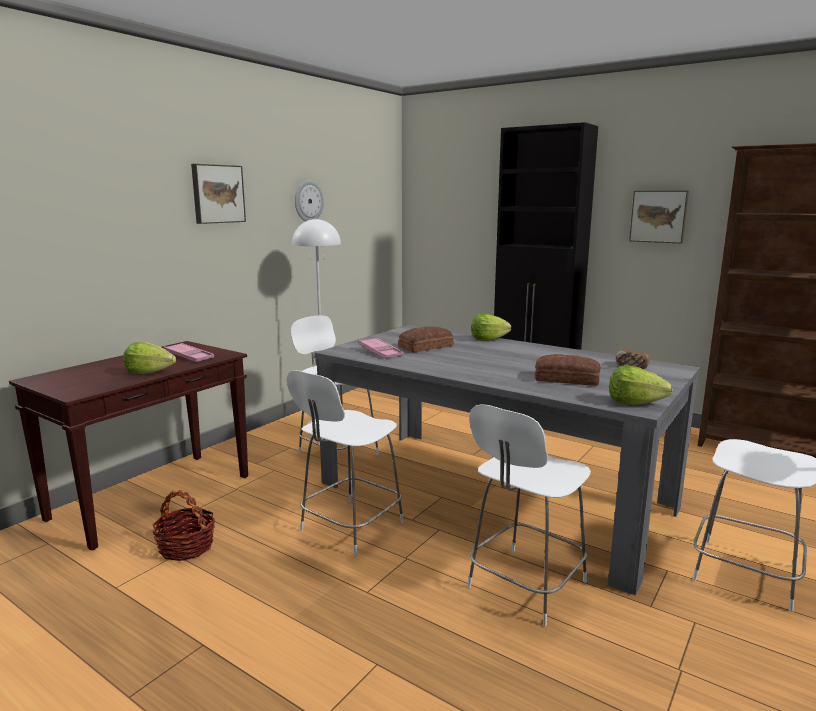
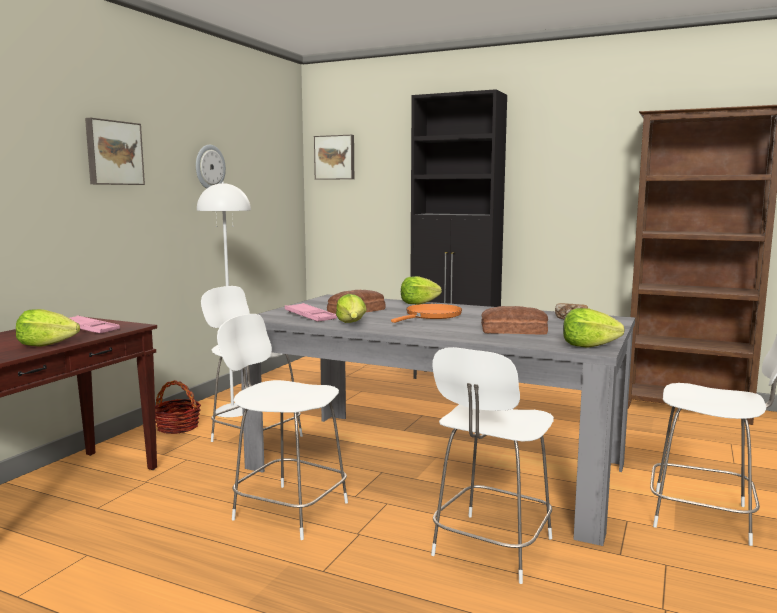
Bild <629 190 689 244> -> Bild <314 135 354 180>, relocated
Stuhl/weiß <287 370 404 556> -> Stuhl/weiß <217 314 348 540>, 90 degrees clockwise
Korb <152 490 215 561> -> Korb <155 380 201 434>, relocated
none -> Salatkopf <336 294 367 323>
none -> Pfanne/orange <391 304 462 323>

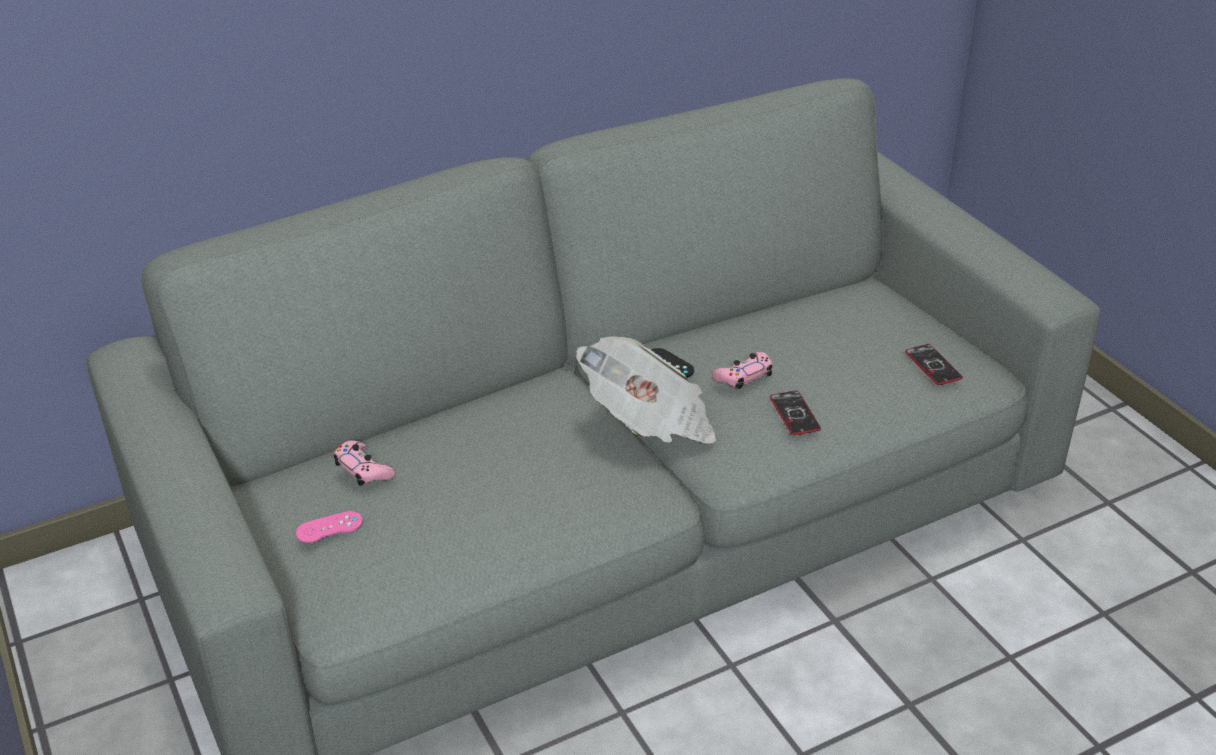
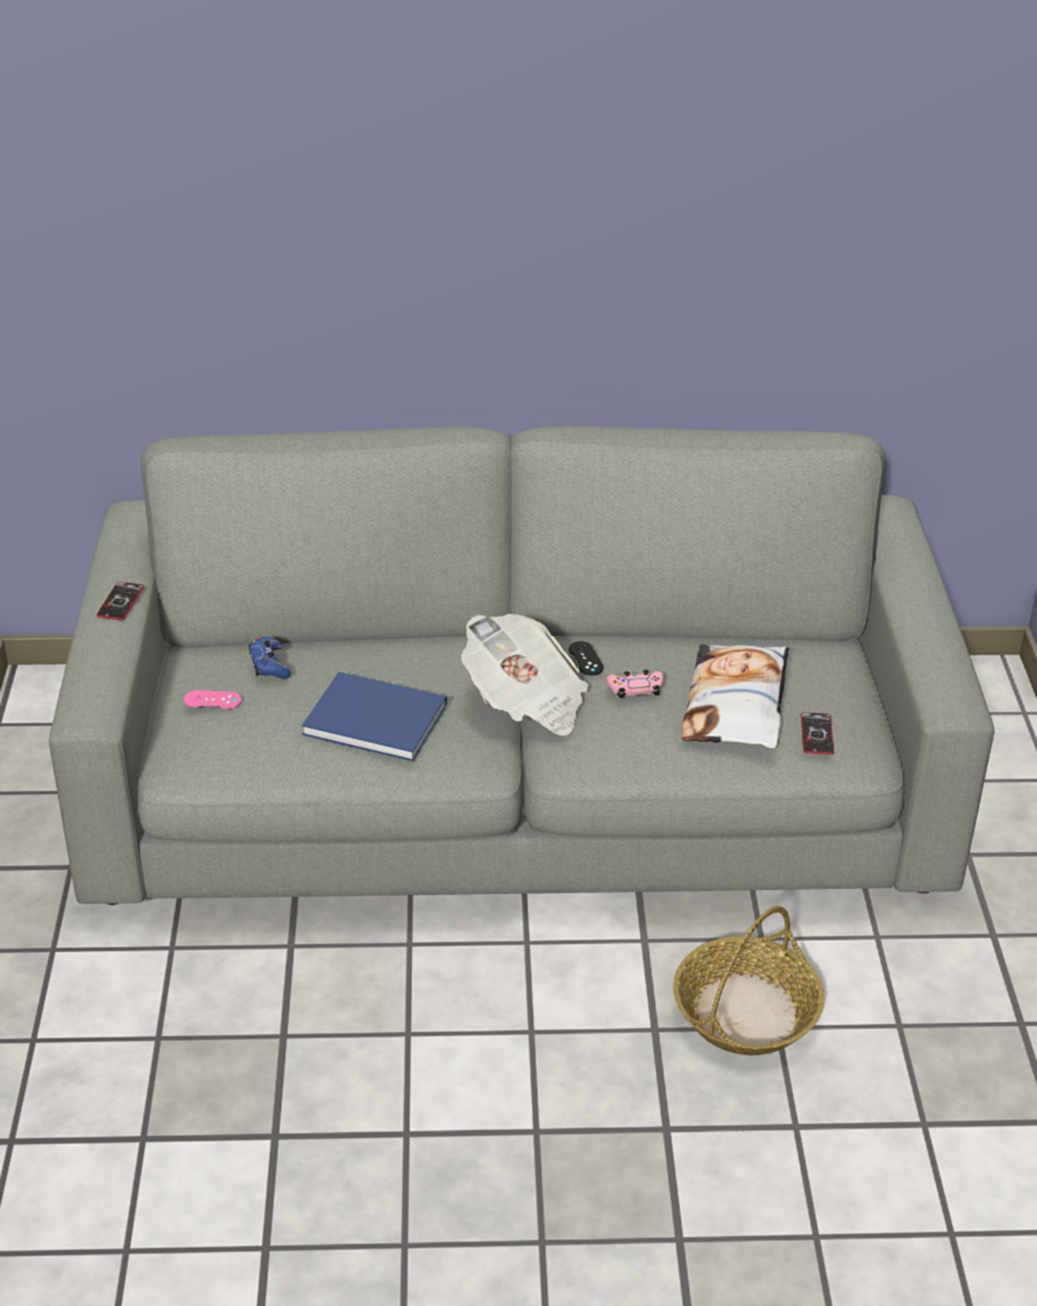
Handy <770 390 821 435> -> Handy <97 582 144 620>, relocated
Gamepad/rosa <334 440 396 486> -> Gamepad/blau <249 637 291 679>
none -> Kissen <682 644 789 749>
none -> Buch/blau <302 672 447 761>
none -> Korb <673 906 824 1055>

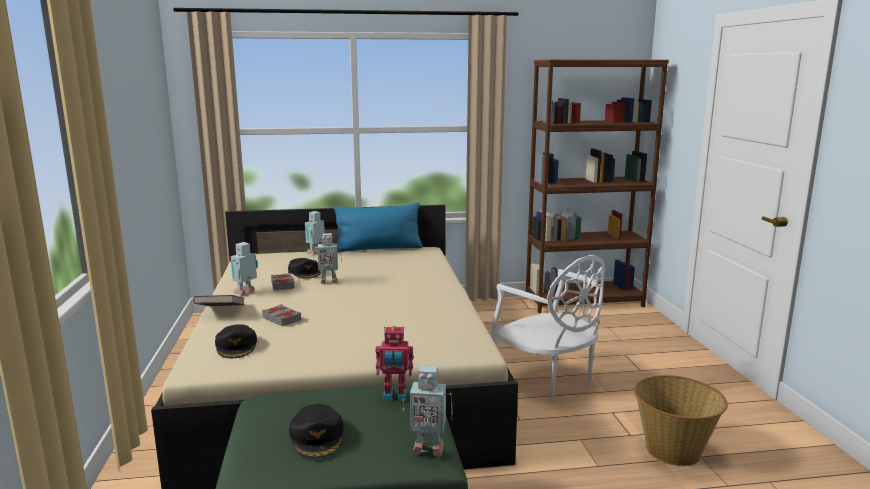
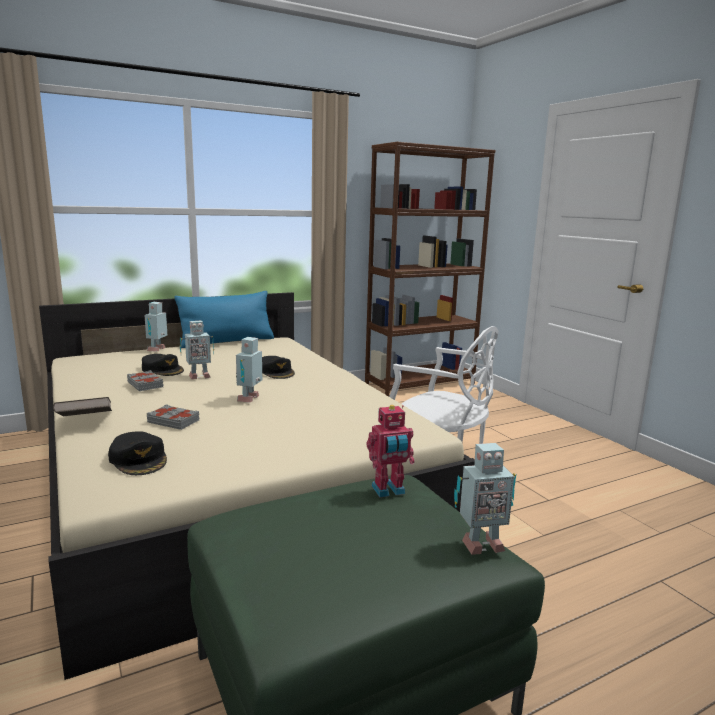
Spielzeugroboter <231 242 257 295> -> Spielzeugroboter <236 337 262 403>, relocated
Korb <634 375 728 466> -> none
Kappe/schwarz <289 404 344 459> -> Kappe/schwarz <262 356 295 379>, relocated

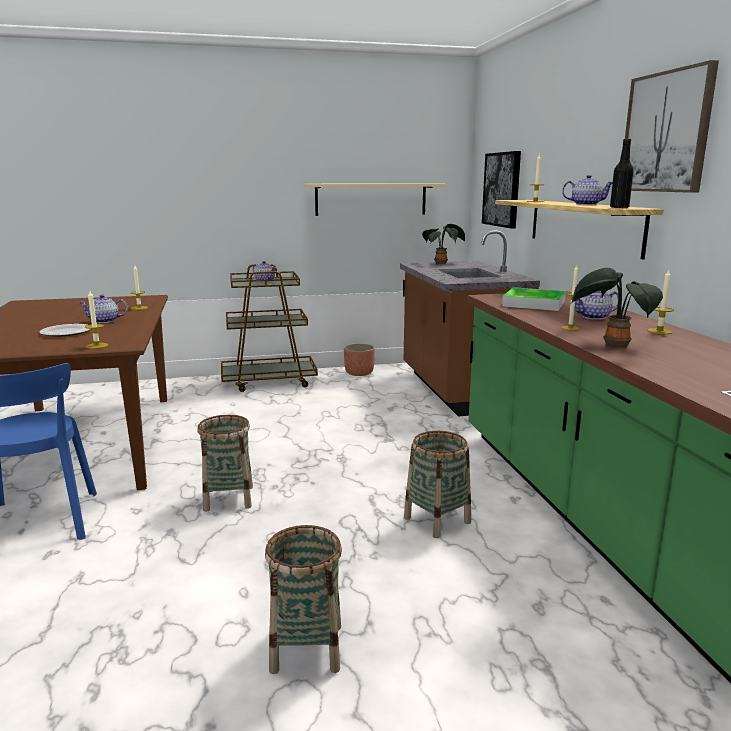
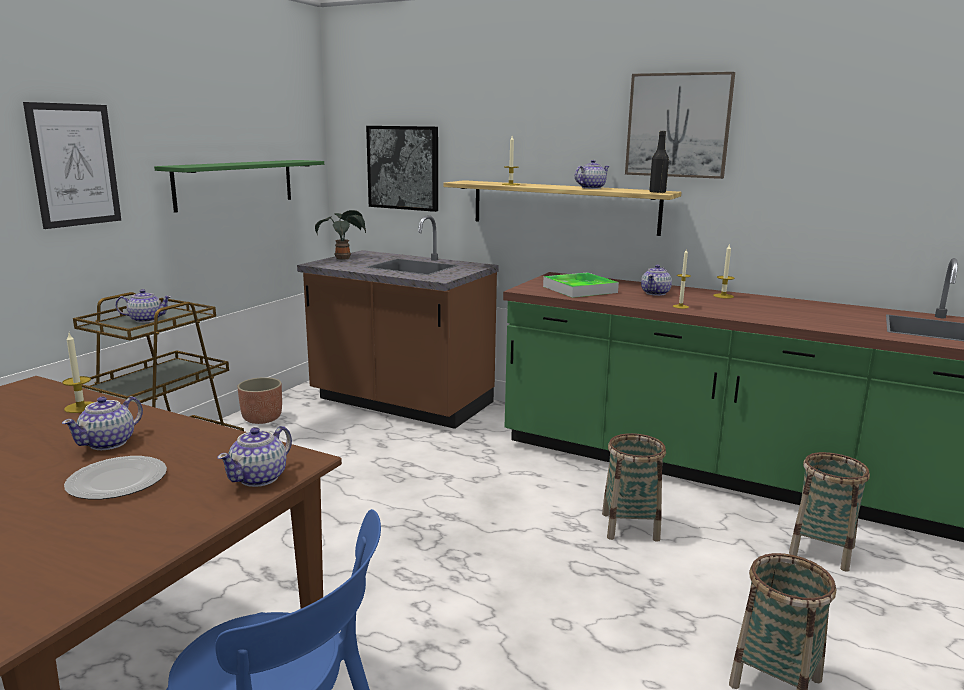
Wandregal/beige <303 183 445 216> -> Wandregal/grün <154 160 324 213>
Topfpflanze <572 268 663 349> -> none
Kerze <85 291 108 349> -> Teekanne <217 426 292 487>
Korb <197 415 253 512> -> Korb <789 452 870 572>, relocated
none -> Bild <23 102 121 229>

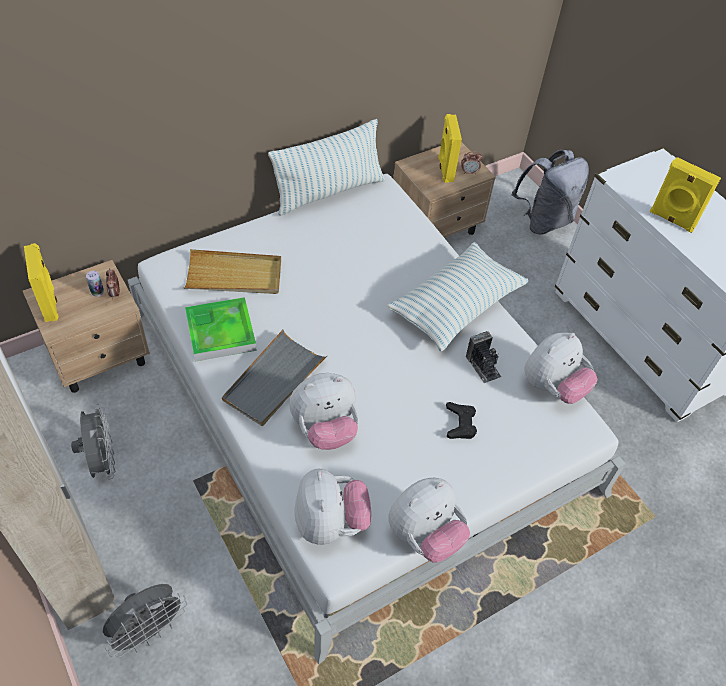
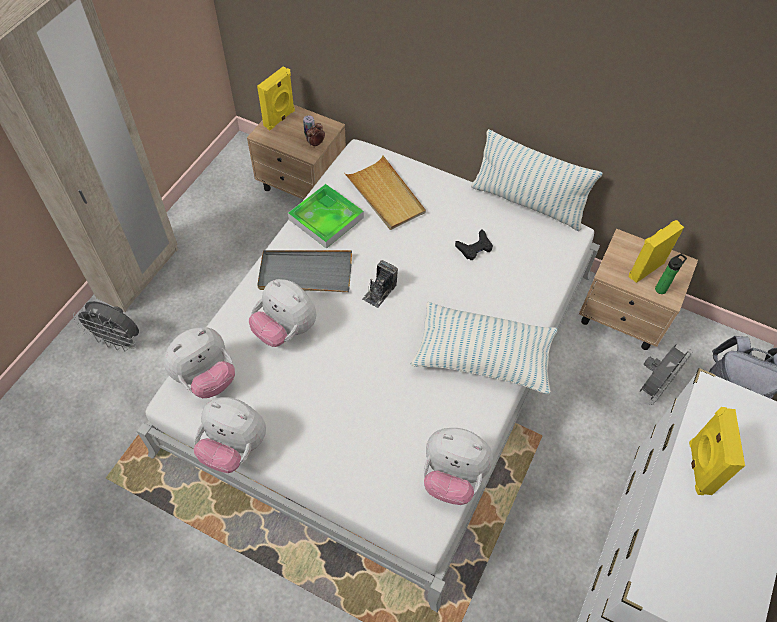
Wecker <461 151 482 174> -> Flasche <655 254 687 294>
Kamera <466 331 501 383> -> Kamera <362 260 398 308>, relocated
Gamepad/schwarz <446 402 477 439> -> Gamepad/schwarz <455 229 493 260>, relocated
Ventilator/grau <71 404 115 479> -> Ventilator/grau <640 344 693 405>, relocated

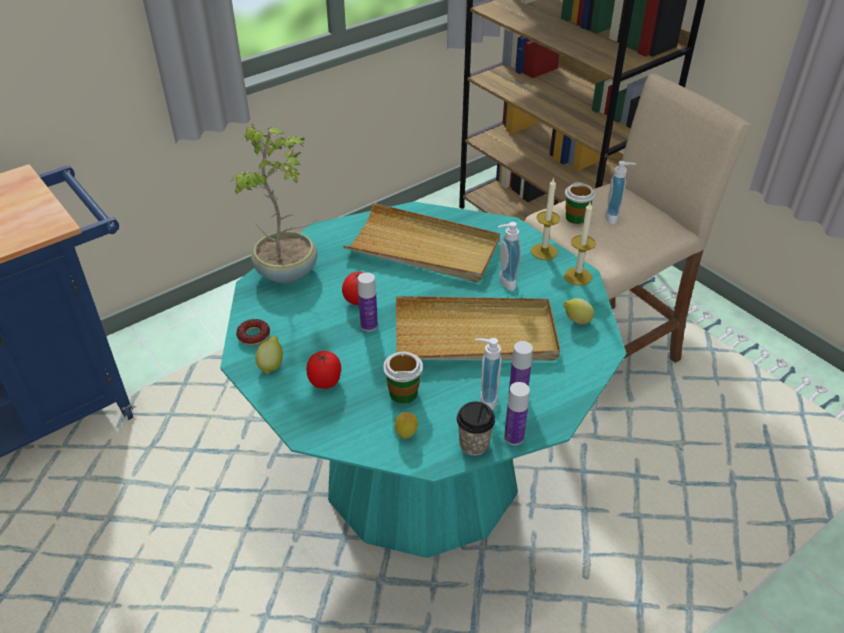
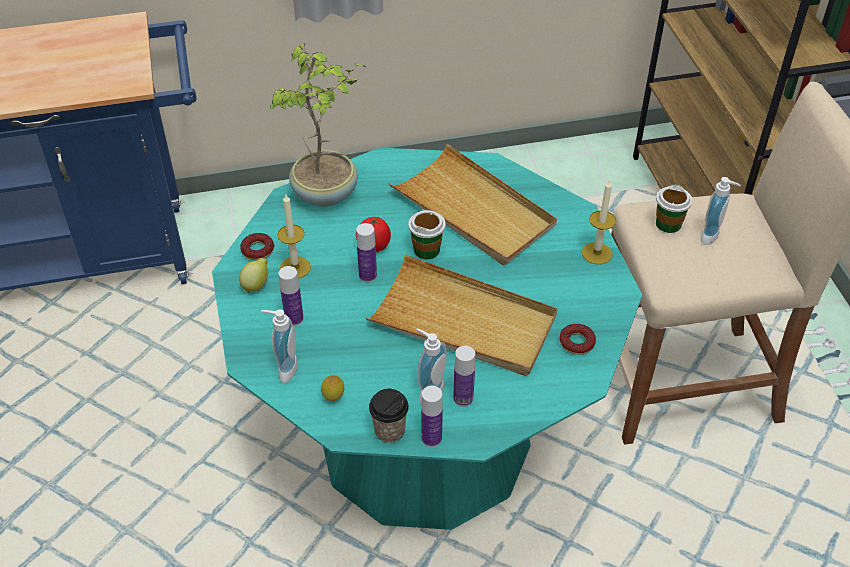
Kerze <564 202 596 285> -> Kerze <277 194 311 279>, relocated
Seifenspender <498 222 521 291> -> Seifenspender <261 309 298 383>, relocated
Zitrone <563 298 594 324> -> Donut <559 324 596 355>
Tomate <307 351 341 389> -> Flasche <279 266 304 326>
Tasse <383 352 423 404> -> Tasse <408 210 446 259>, relocated

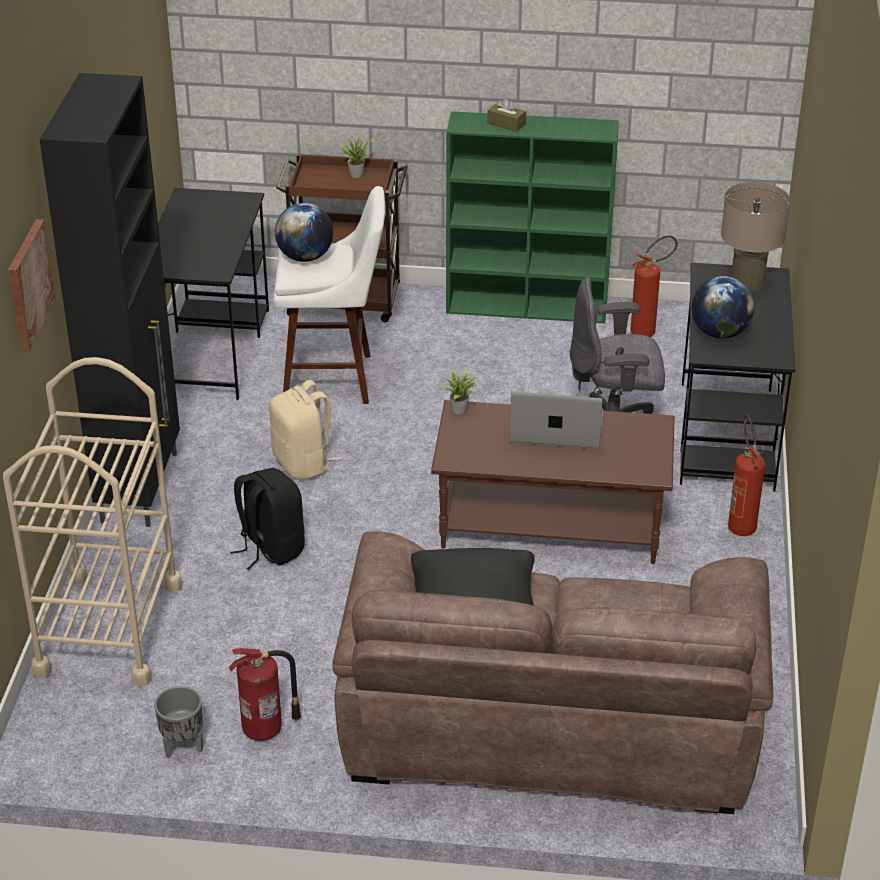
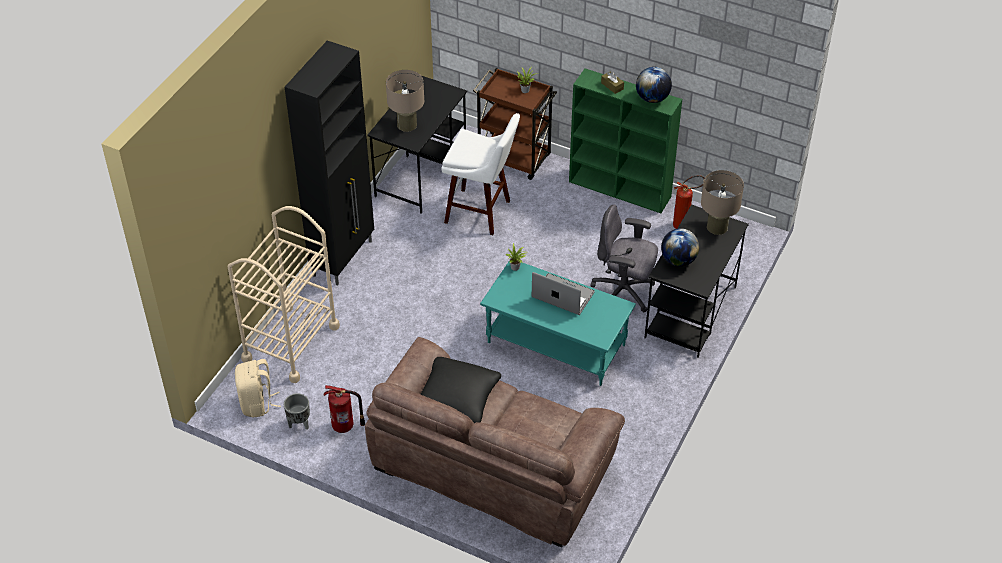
Globus <275 203 333 262> -> Globus <636 67 672 103>, relocated
Bild <8 219 56 351> -> none
Rucksack/beige <269 380 342 480> -> Rucksack/beige <235 359 281 417>, relocated
Couchtisch/braun <431 400 674 564> -> Couchtisch/türkis <480 260 636 386>
Feuerlöscher <728 414 765 536> -> none
Rucksack/schwarz <230 468 305 570> -> none
none -> Tischlampe/beige <386 70 424 132>

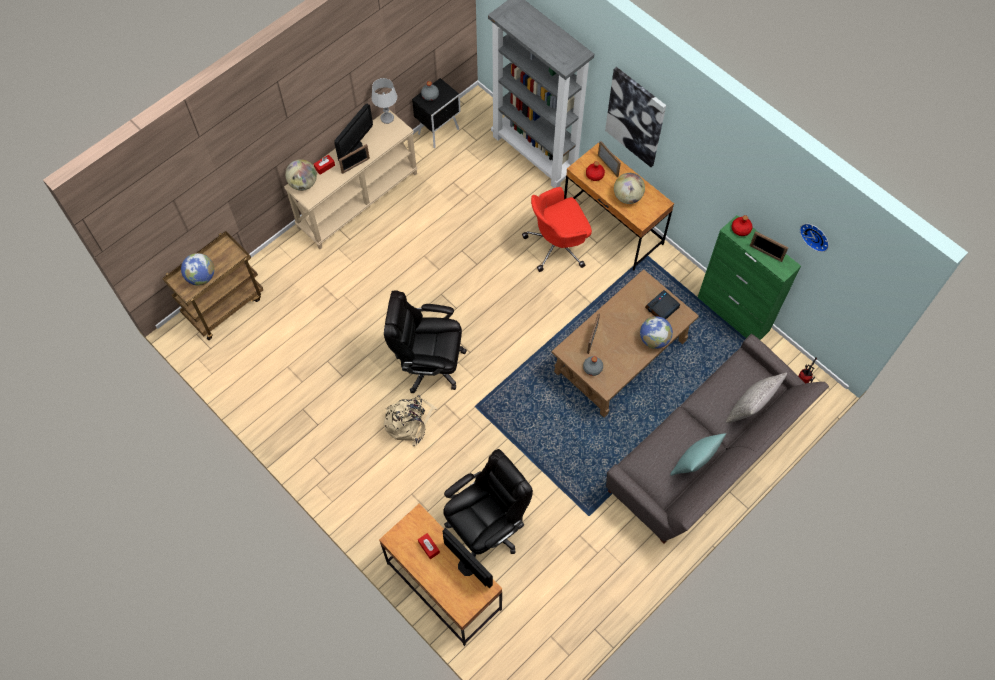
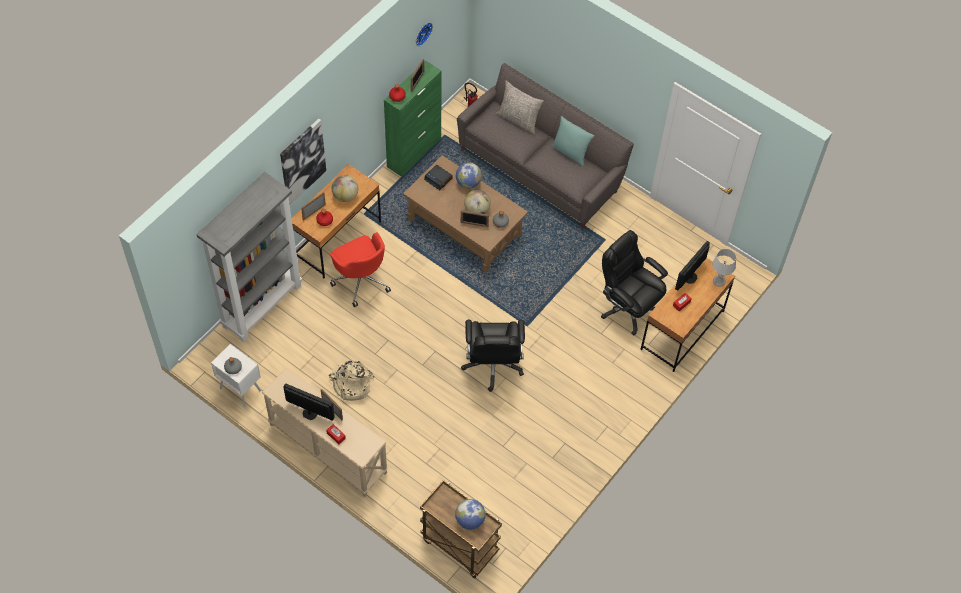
Tischlampe/grau <371 78 397 124> -> Tischlampe/grau <712 249 736 287>, relocated
Nachttisch/schwarz <412 78 461 148> -> Nachttisch/weiß <211 344 261 407>
Globus <285 159 317 191> -> Globus <464 190 491 214>, relocated
Rucksack/beige <384 395 437 446> -> Rucksack/beige <329 361 374 401>, relocated

